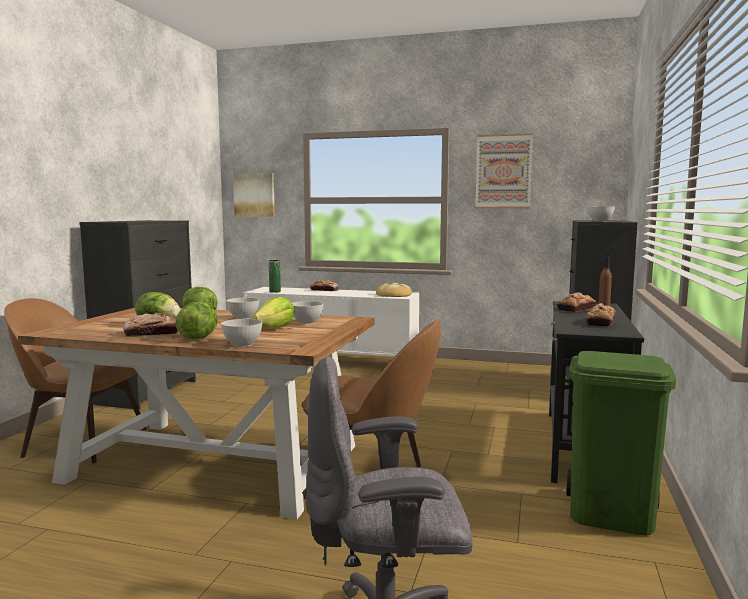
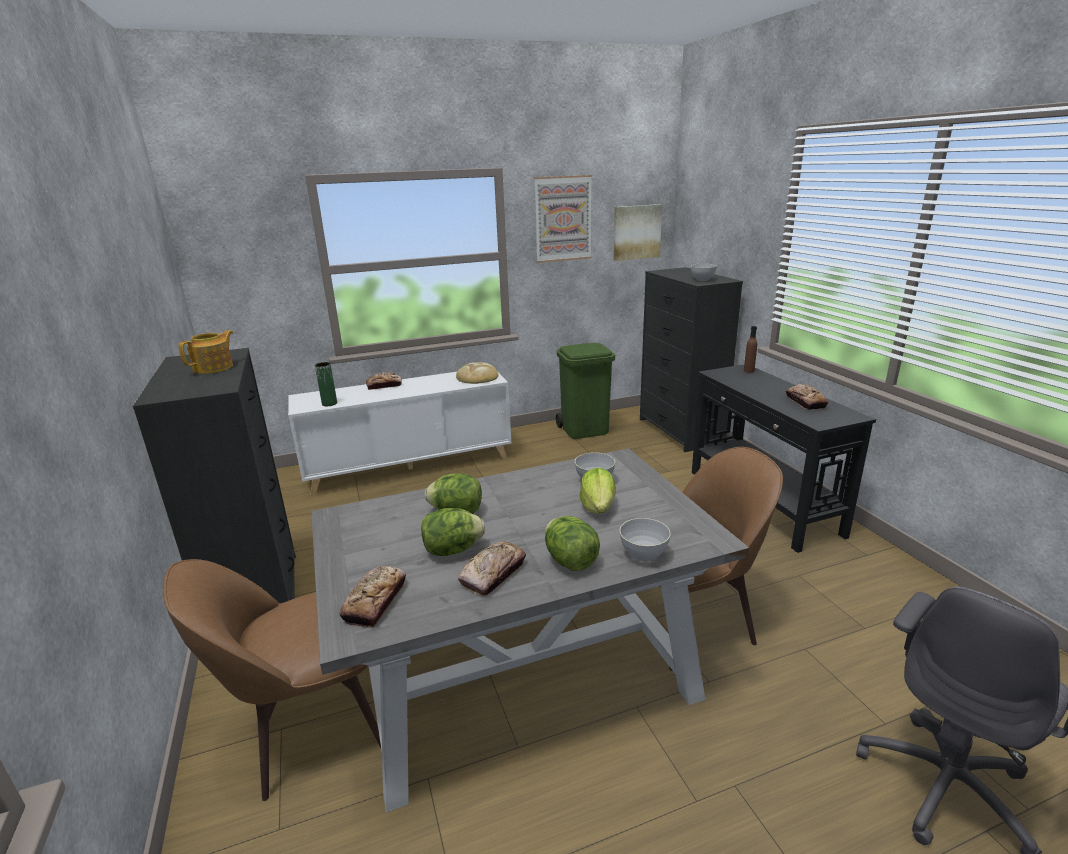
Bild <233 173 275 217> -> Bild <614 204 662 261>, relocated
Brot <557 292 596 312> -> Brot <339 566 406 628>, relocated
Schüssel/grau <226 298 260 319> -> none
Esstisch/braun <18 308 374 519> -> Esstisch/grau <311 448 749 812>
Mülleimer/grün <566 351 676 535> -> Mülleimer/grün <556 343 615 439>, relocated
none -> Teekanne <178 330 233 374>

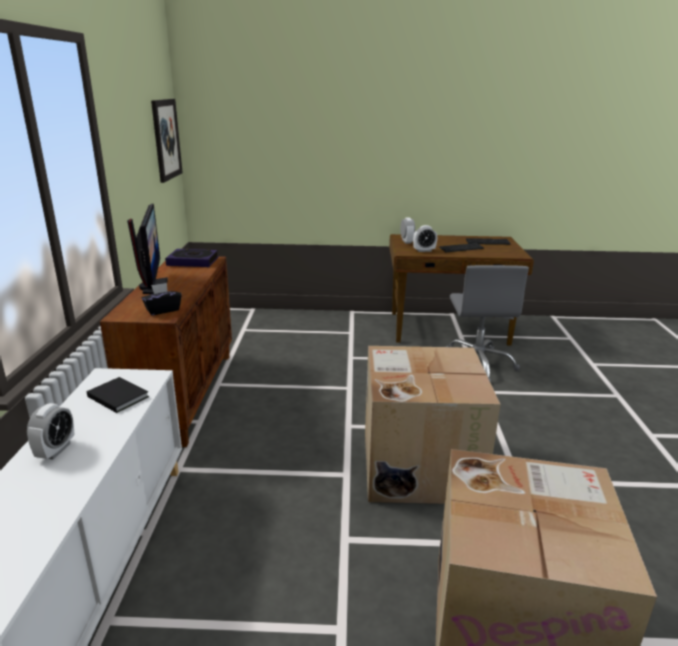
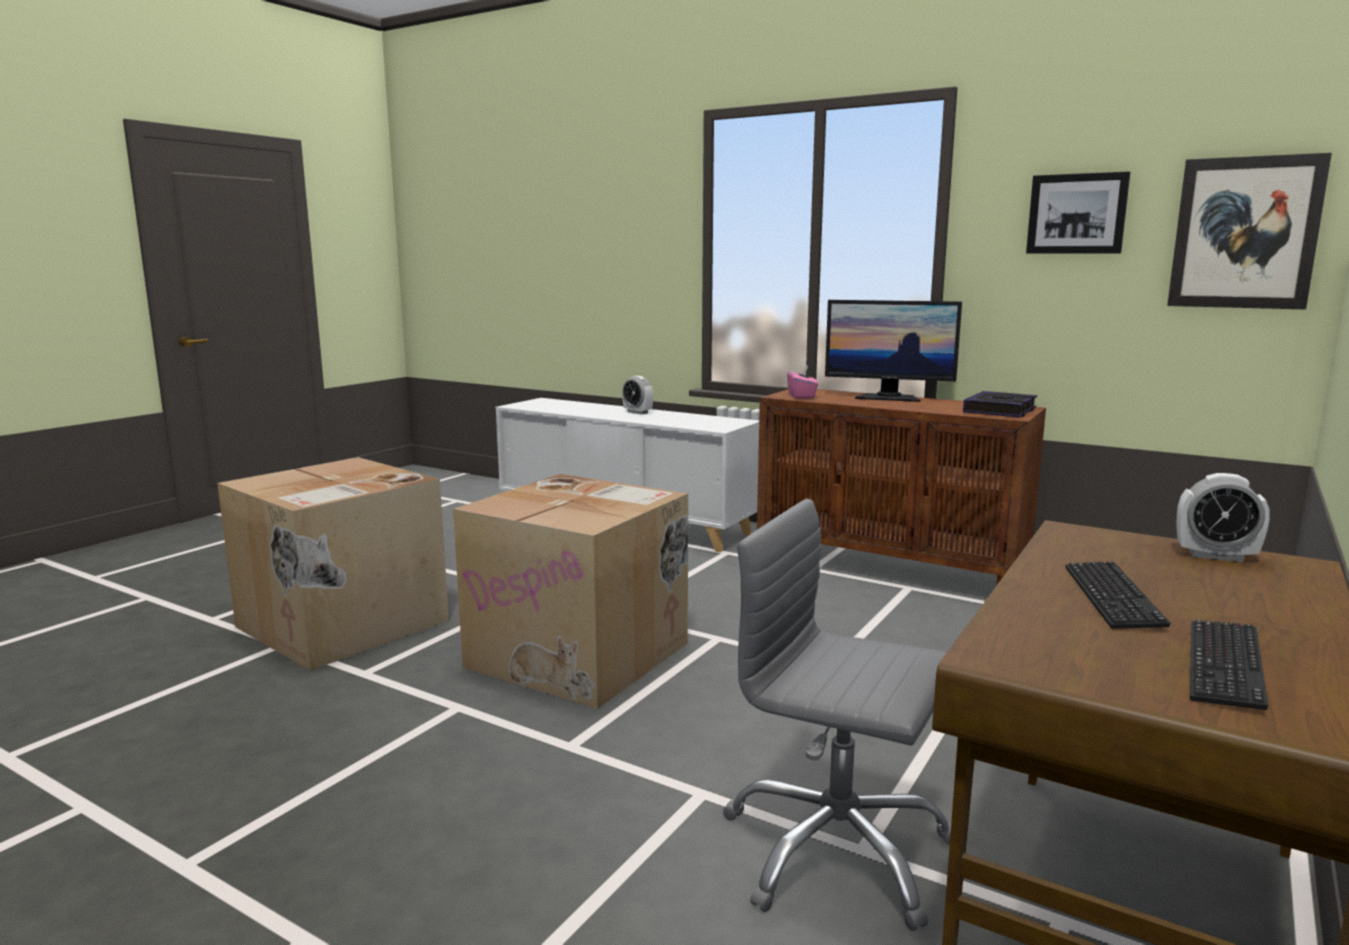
Wecker <413 225 437 252> -> none
Taschentuchbox/schwarz <141 283 182 315> -> Taschentuchbox/rosa <787 365 818 399>
Buch/schwarz <87 377 149 413> -> none
none -> Bild <1026 171 1130 253>

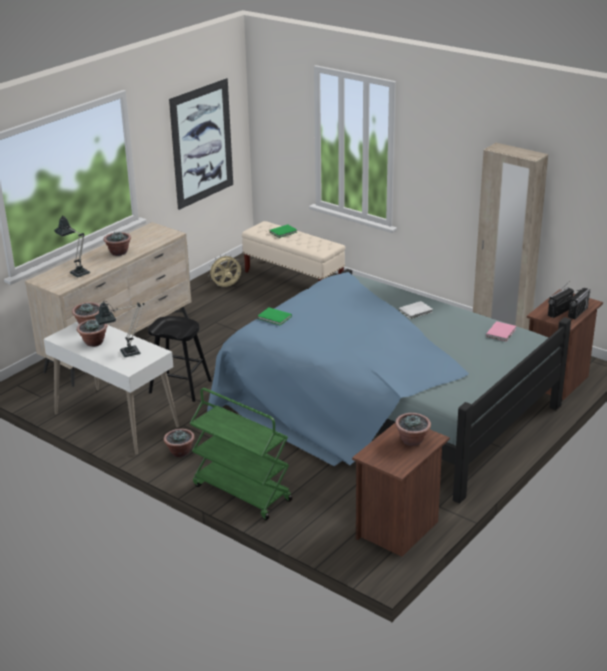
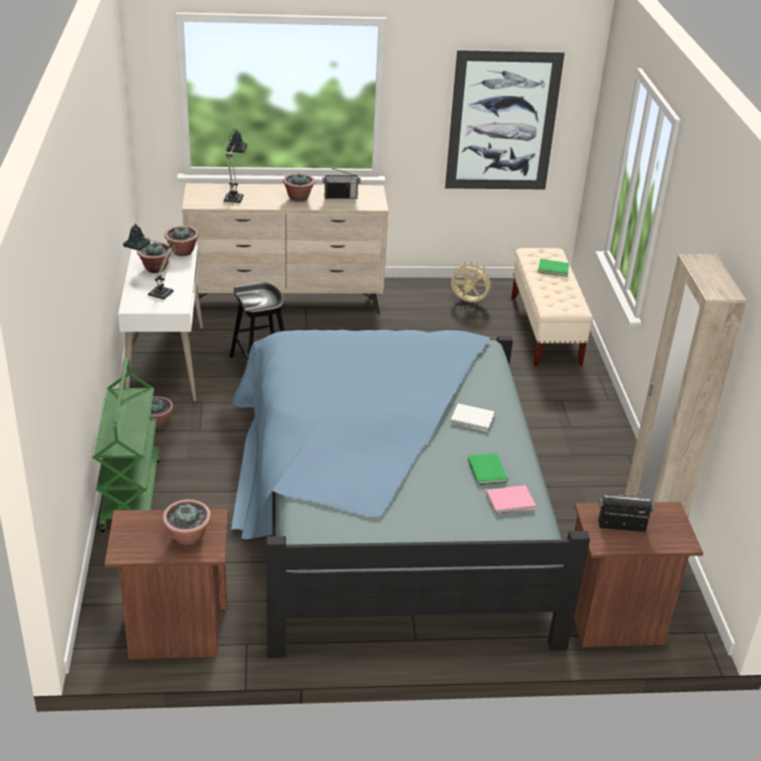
Radio <568 288 590 319> -> Radio <323 167 361 199>, relocated
Buch/grün <258 308 292 326> -> Buch/grün <468 453 508 485>, relocated

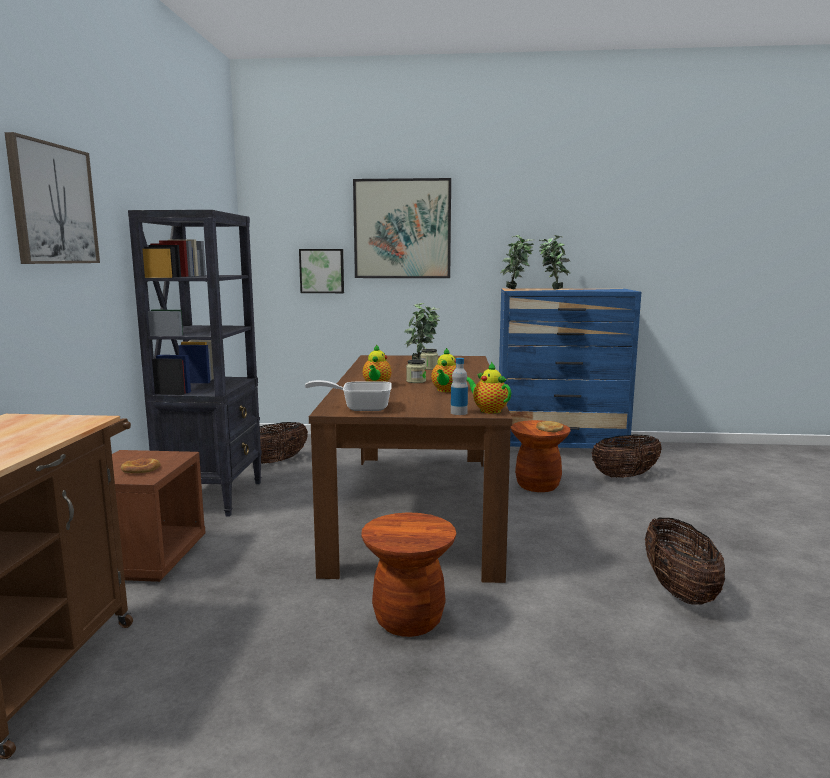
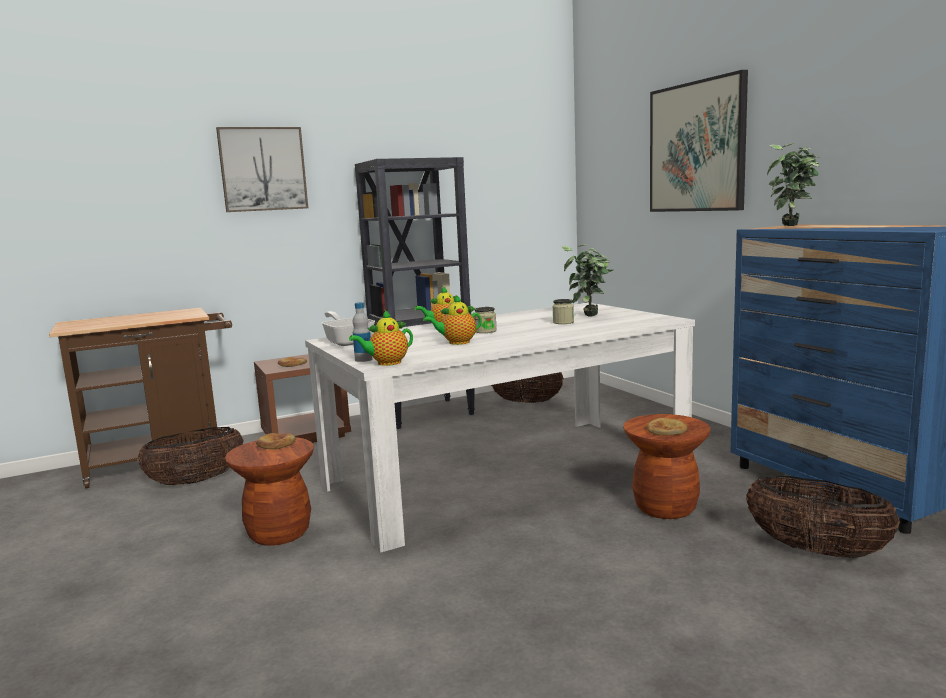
Topfpflanze <539 235 571 290> -> none
Bild <299 249 344 293> -> none
Esstisch/braun <309 355 512 583> -> Esstisch/weiß <305 302 695 553>
Teekanne <466 362 511 414> -> Teekanne <349 310 413 366>, 135 degrees counterclockwise
Korb <645 518 725 605> -> Korb <137 427 244 485>, relocated
none -> Brot <256 433 296 449>

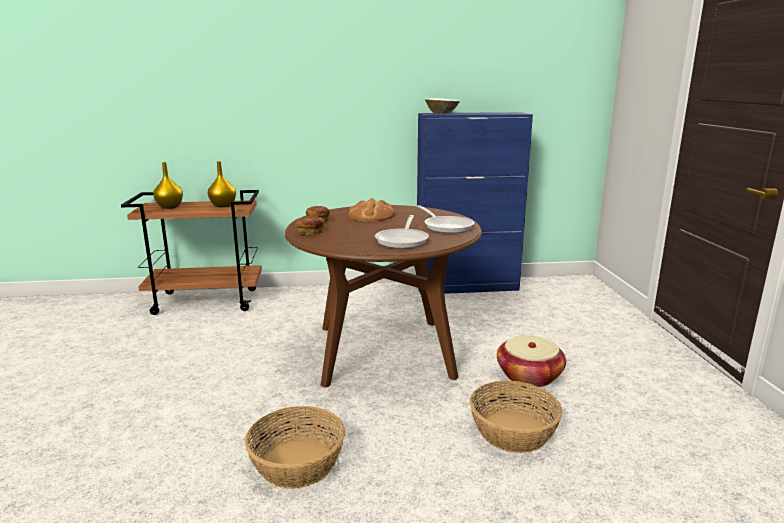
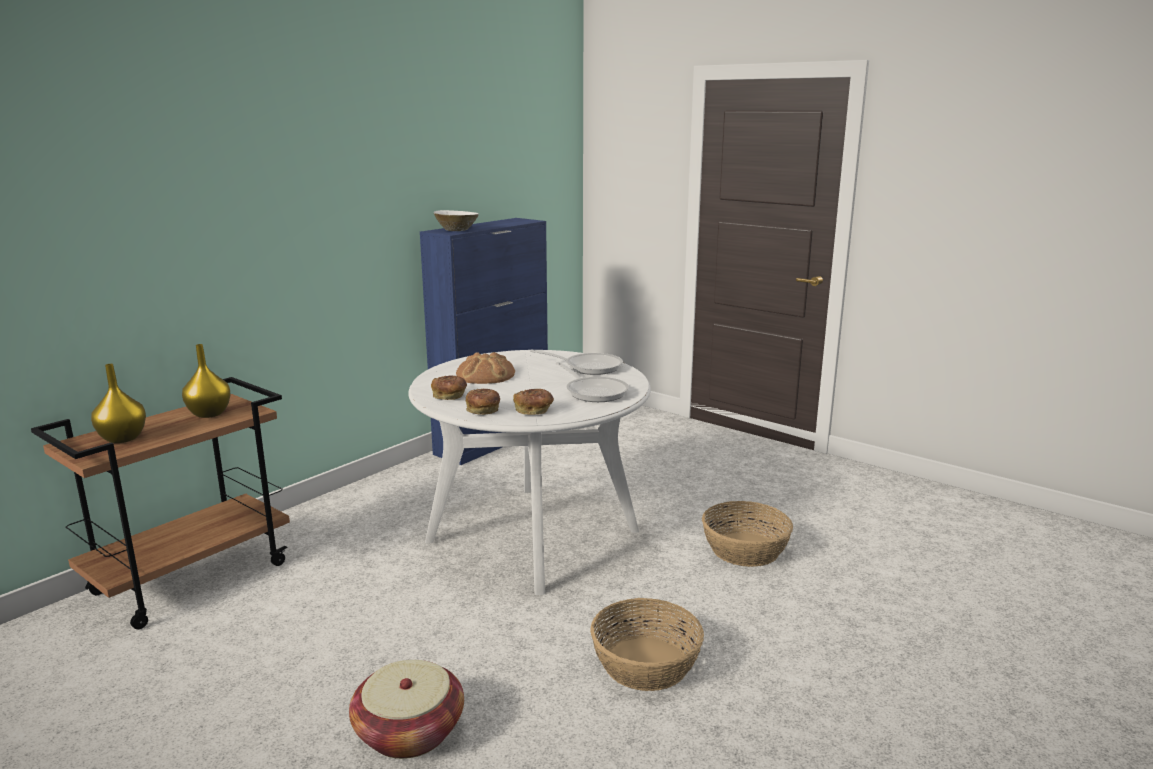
Esstisch/braun <285 205 482 388> -> Esstisch/weiß <408 350 651 595>
Korb <497 335 566 387> -> Korb <349 660 464 759>, relocated
none -> Brot <513 389 554 415>

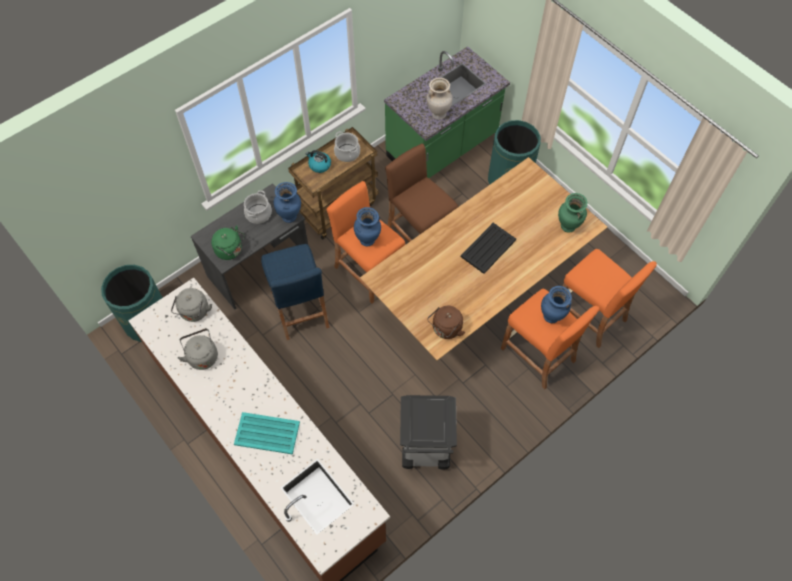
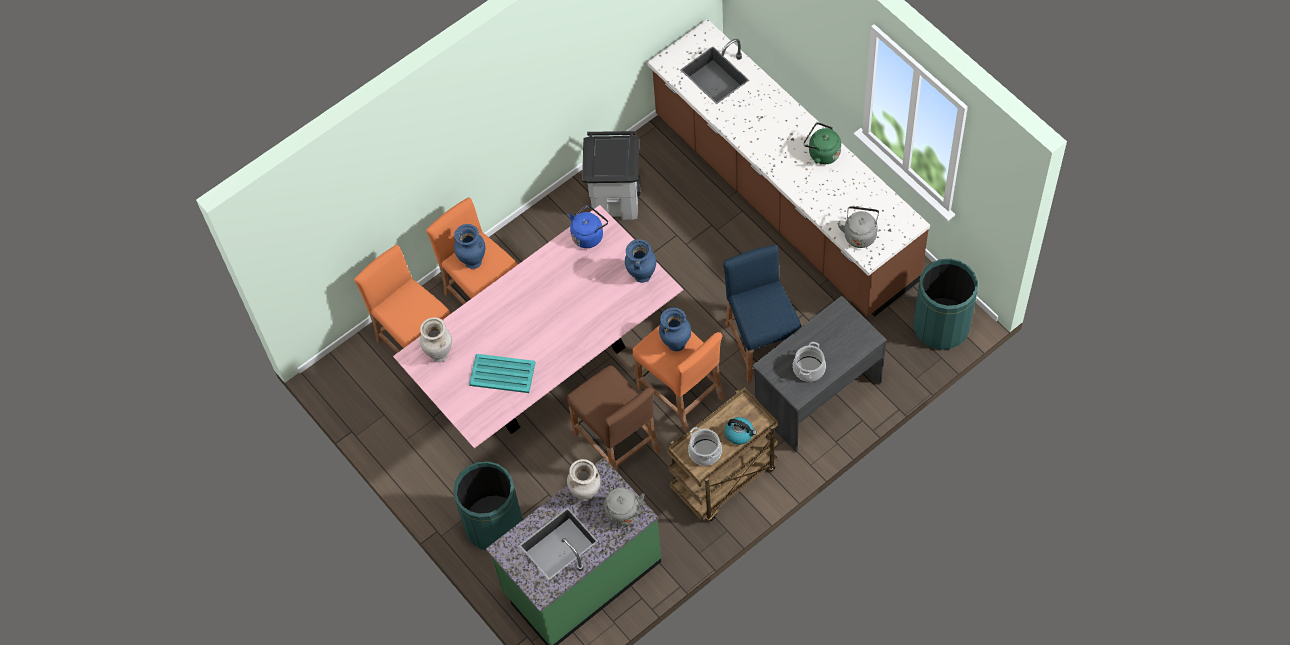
Esstisch/braun <360 157 608 360> -> Esstisch/rosa <393 205 684 448>
Vase/blau <274 182 301 223> -> Vase/blau <625 239 656 283>, relocated
Vase/grün <558 193 587 233> -> Vase/beige <419 317 452 362>
Tablett/schwarz <461 223 516 274> -> none
Wasserkessel/grün <211 225 245 260> -> Wasserkessel/grün <804 123 841 164>, relocated
Wasserkessel/braun <427 306 465 339> -> Wasserkessel/blau <569 205 608 248>
Wasserkessel/grau <177 329 218 370> -> Wasserkessel/grau <604 488 645 526>, relocated
Tablett/türkis <234 412 300 454> -> Tablett/türkis <469 354 536 393>, relocated

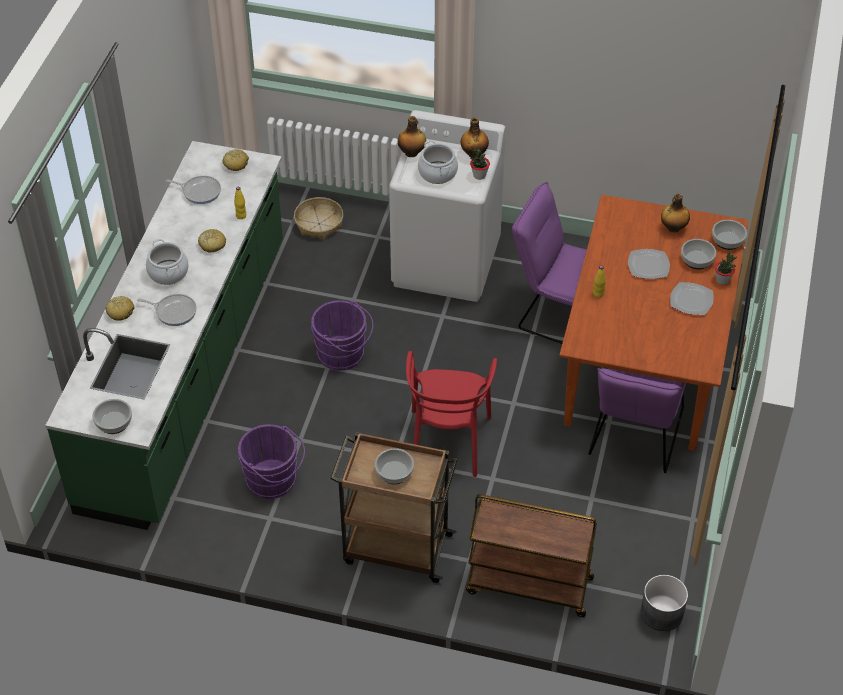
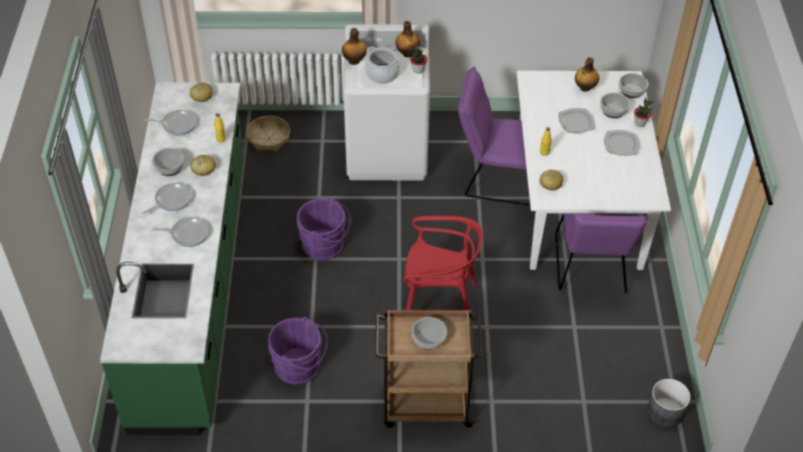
Esstisch/braun <559 195 749 451> -> Esstisch/weiß <516 71 671 270>
Kochtopf <146 239 189 285> -> Pfanne <142 183 192 215>
Brot <105 296 134 321> -> Brot <539 170 563 190>, relocated
Stuhl/rot <406 351 497 477> -> Stuhl/rot <403 216 483 328>, 75 degrees counterclockwise
Schüssel <92 399 132 434> -> Schüssel <152 148 185 176>, relocated
Rollwagen/braun <466 494 597 617> -> none

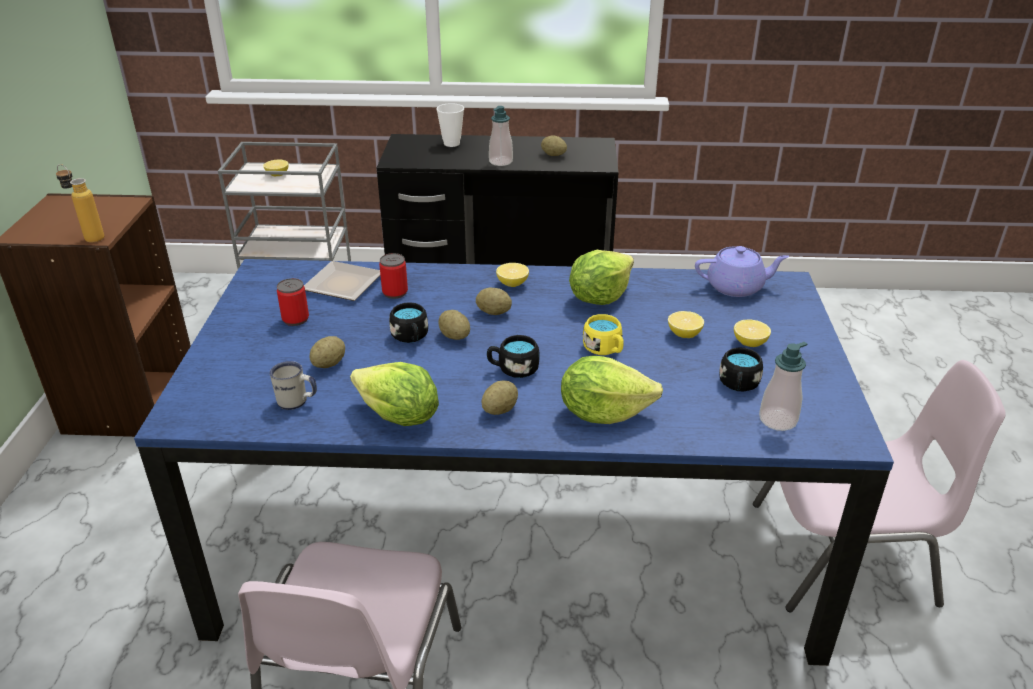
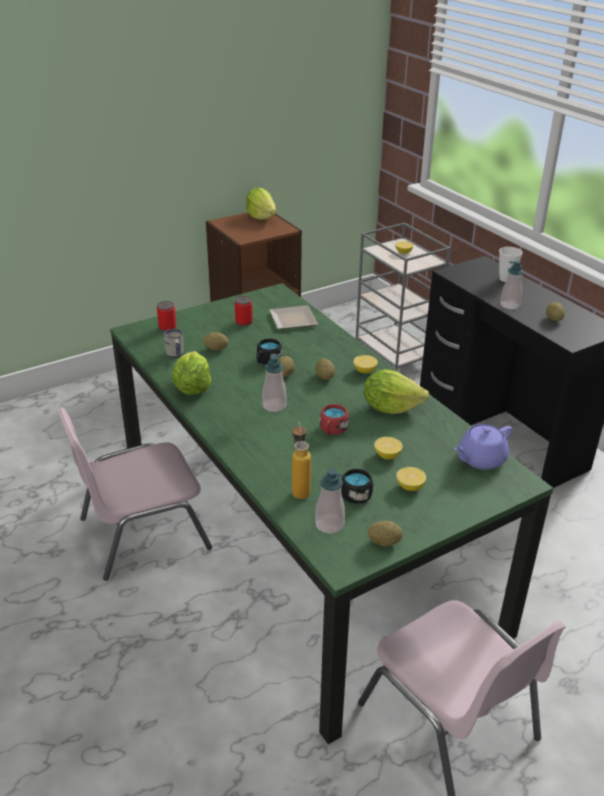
Flasche <56 164 105 243> -> Flasche <292 422 311 499>, relocated
Teekanne/lila <695 246 789 297> -> Teekanne/lila <455 424 512 470>, 90 degrees clockwise
Dose <379 253 408 299> -> Dose <157 301 176 332>, relocated
Esstisch/blau <134 259 894 666> -> Esstisch/grün <110 283 553 744>
Henkelbecher/gelb <583 314 624 355> -> Henkelbecher/rot <320 404 349 435>
Henkelbecher/schwarz <487 335 540 378> -> Seifenspender <262 354 287 412>
Salatkopf <561 355 663 424> -> Salatkopf <246 188 276 220>, relocated
Kartoffel <481 381 518 415> -> Kartoffel <368 521 403 546>, relocated

